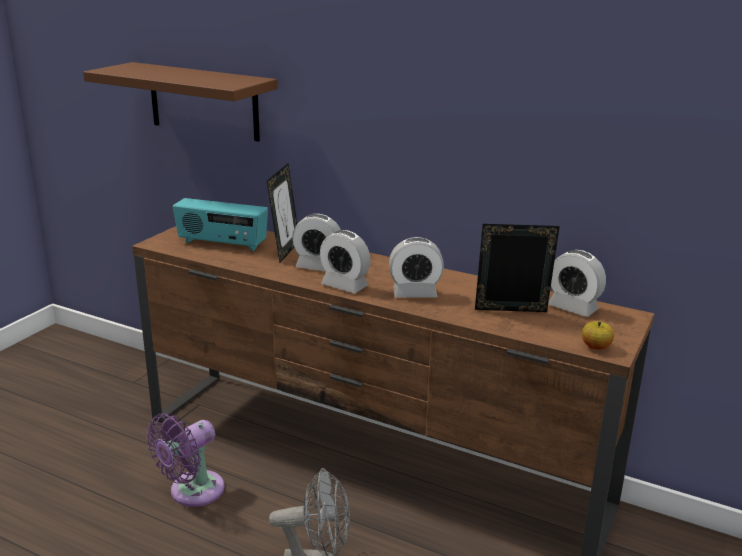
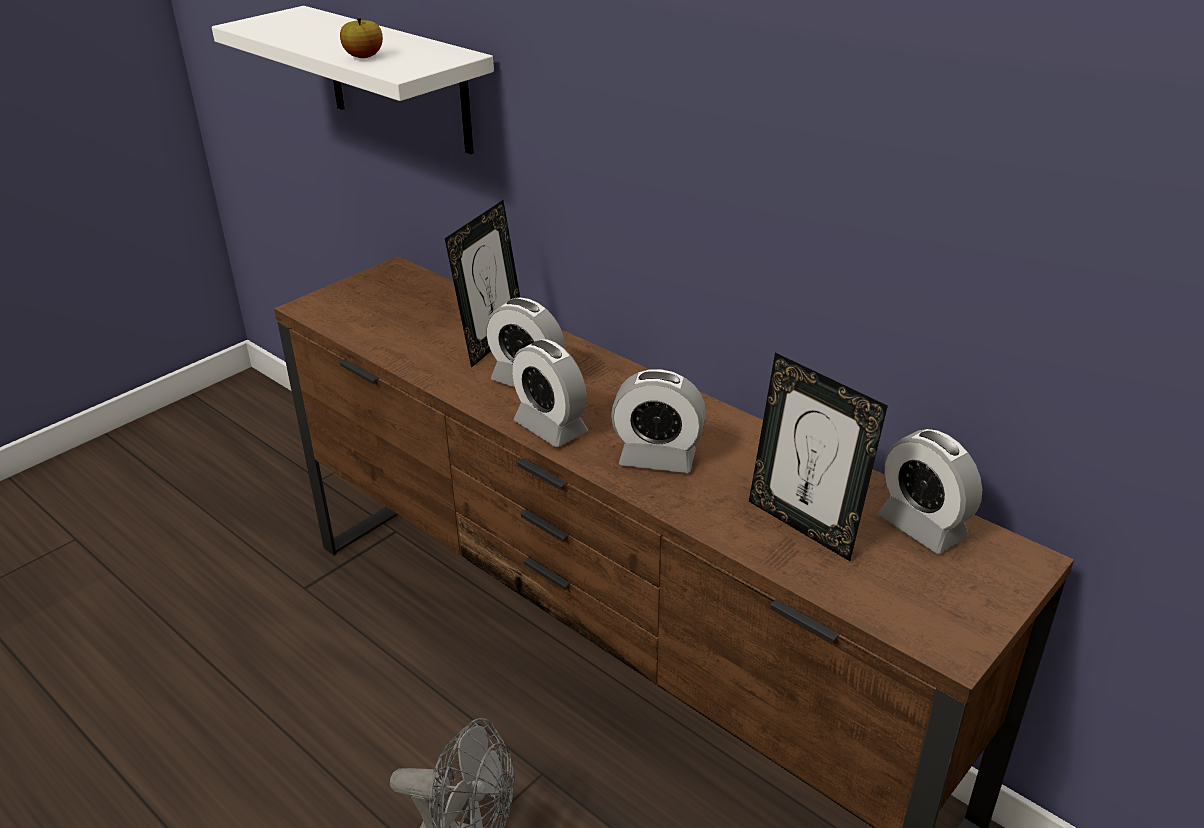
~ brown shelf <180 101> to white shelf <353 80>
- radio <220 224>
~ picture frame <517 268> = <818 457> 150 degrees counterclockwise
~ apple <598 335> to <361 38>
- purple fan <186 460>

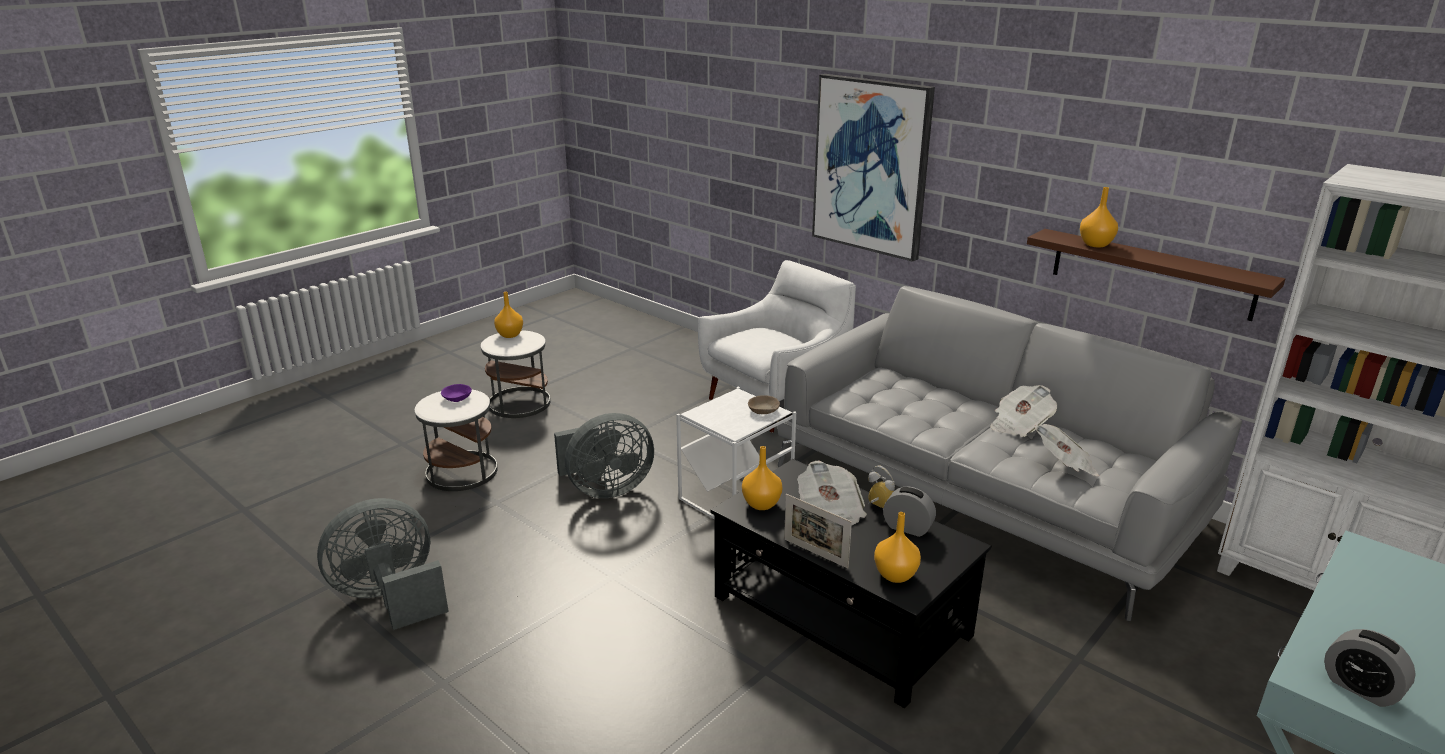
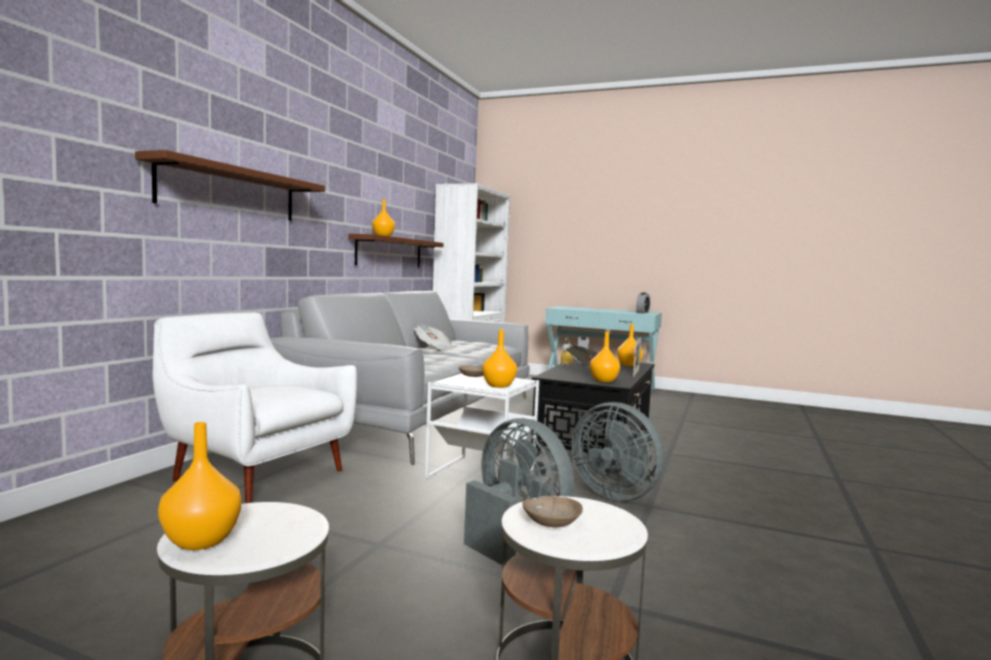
~ picture <873 168> to brown shelf <230 185>
~ purple bowl <456 393> to beige bowl <552 511>
- newspaper <1067 450>
~ grey fan <383 564> to <618 451>
+ orange vase <499 358>

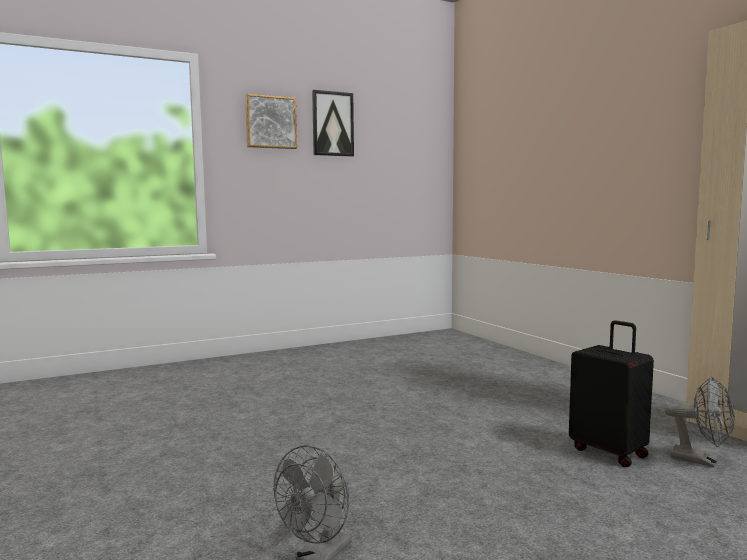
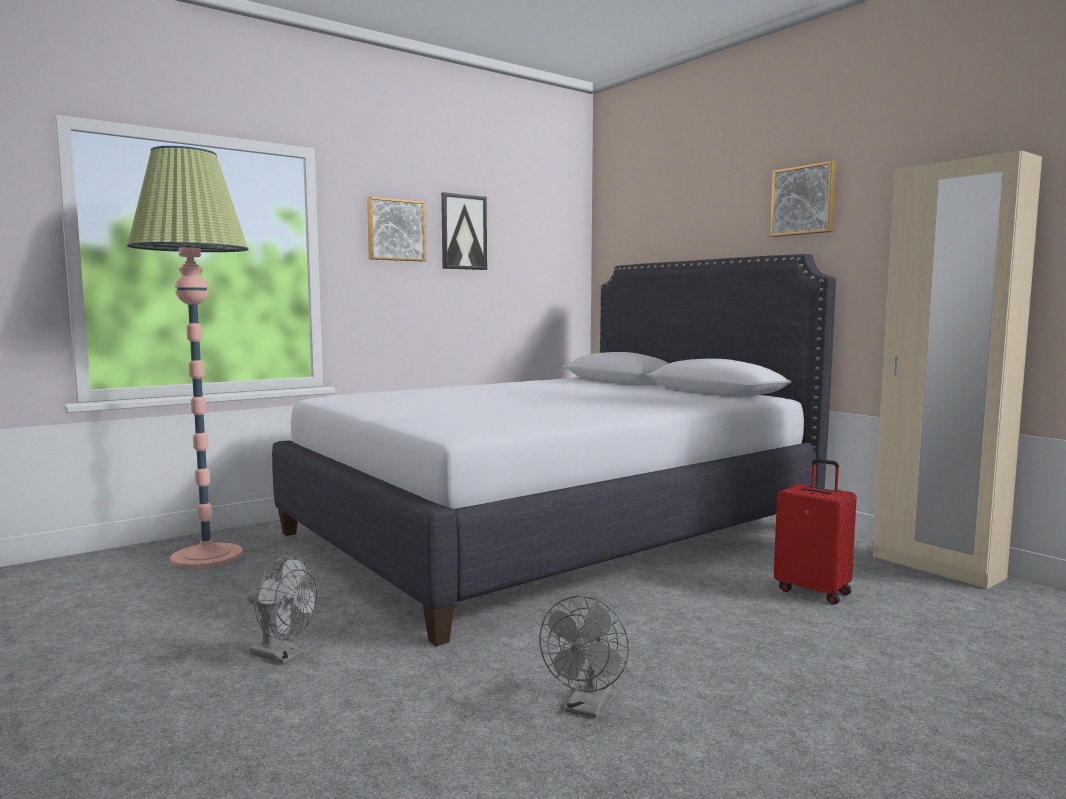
~ black suitcase <611 393> to red suitcase <815 532>
~ grey fan <699 422> to <282 610>
+ floor lamp <187 357>
+ picture <803 199>
+ white bed <554 450>

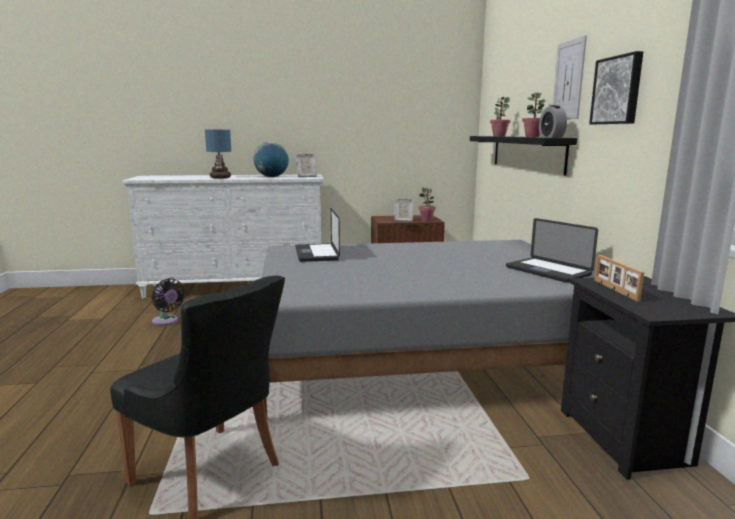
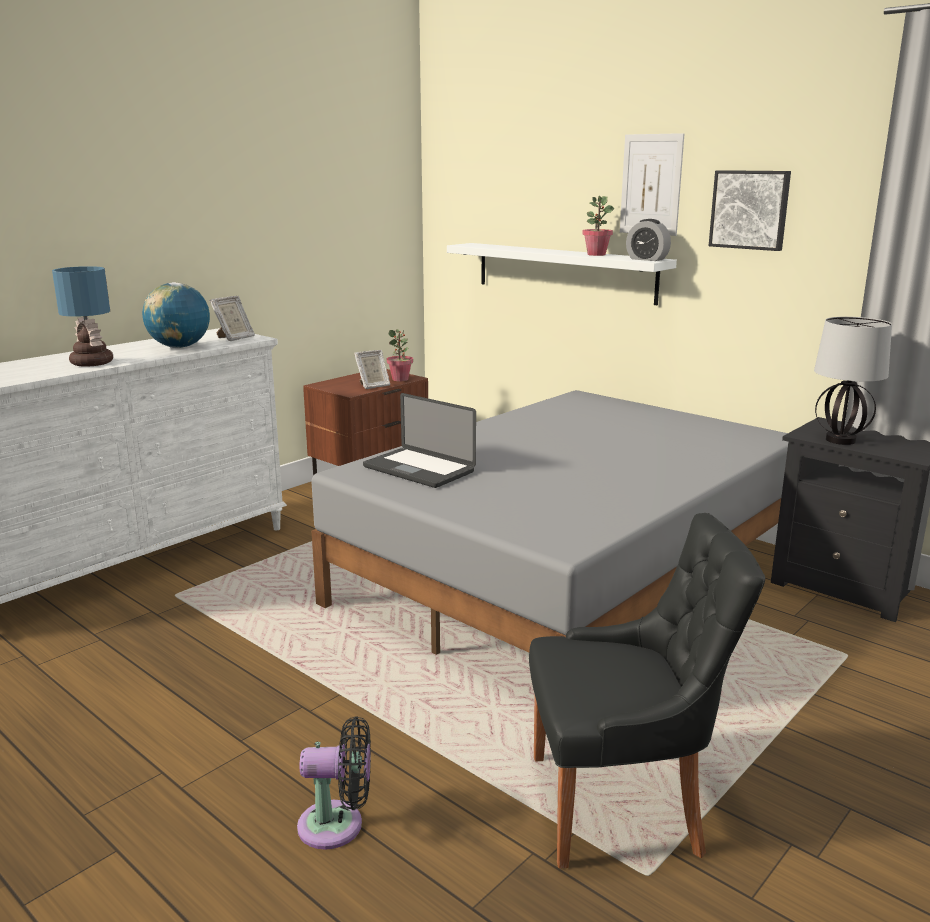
- potted plant <500 116>
~ black shelf <523 156> to white shelf <562 274>
- laptop <552 250>
~ picture frame <619 278> to table lamp <853 381>
~ black fan <168 301> to <334 783>

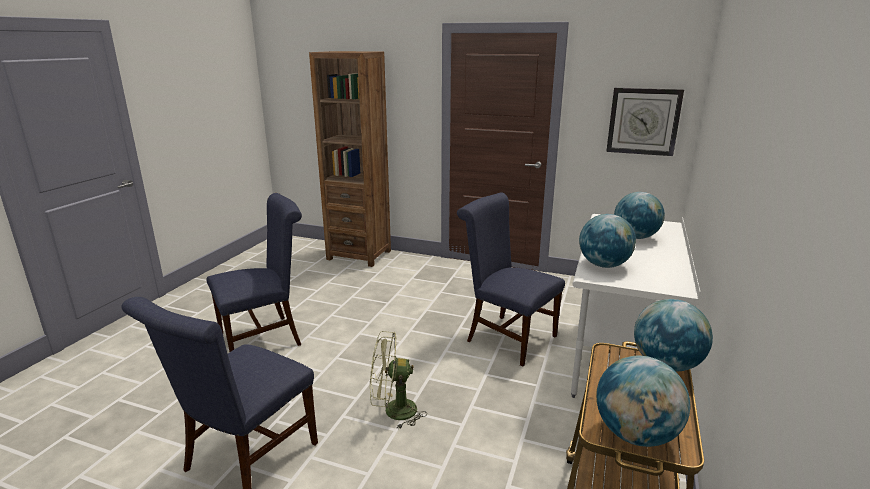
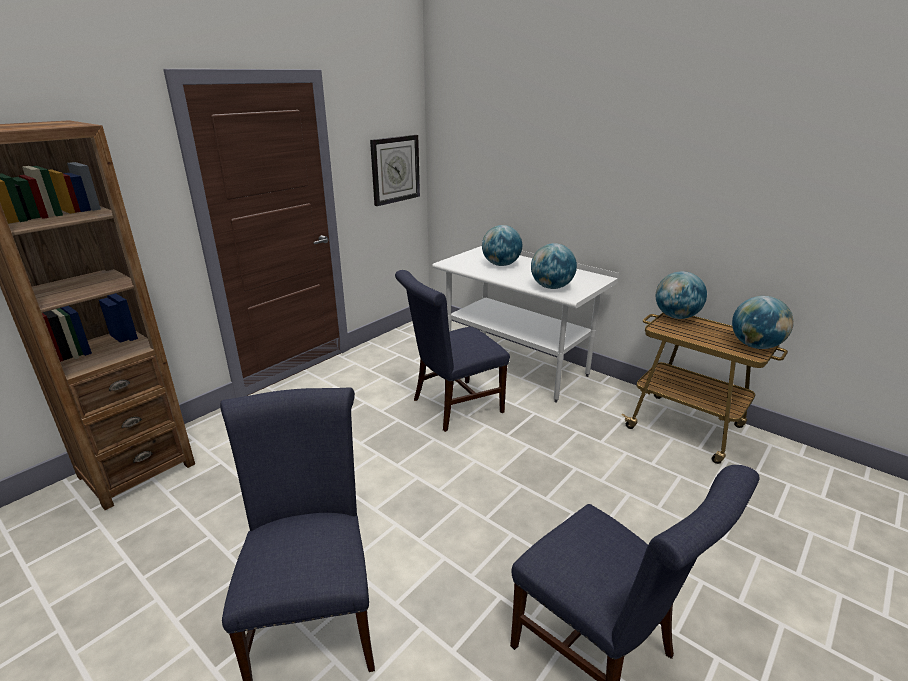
- green fan <398 380>

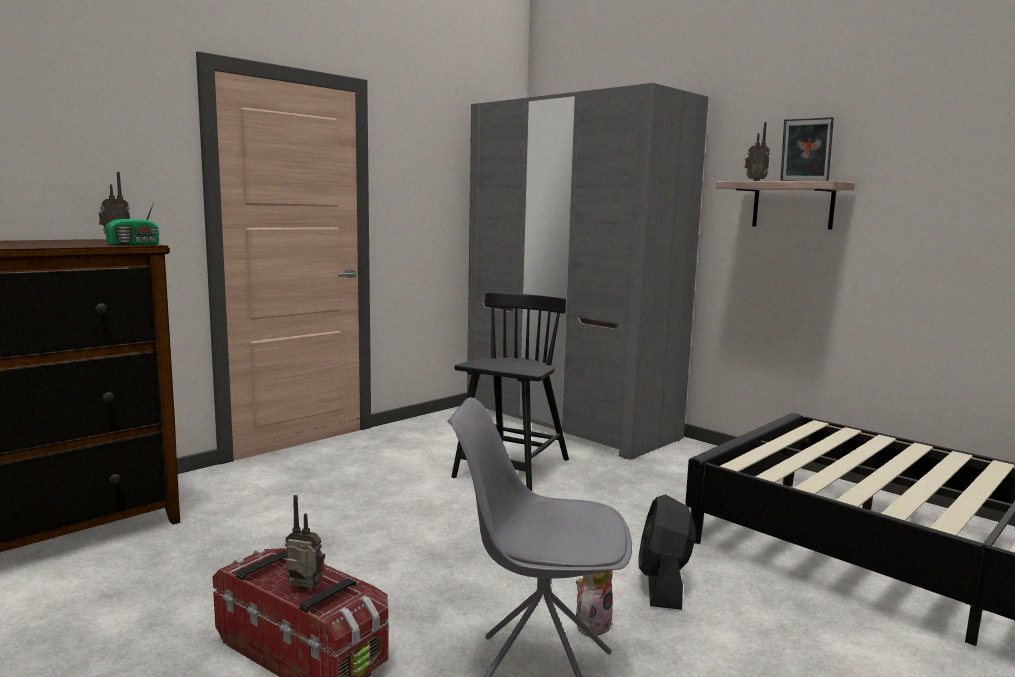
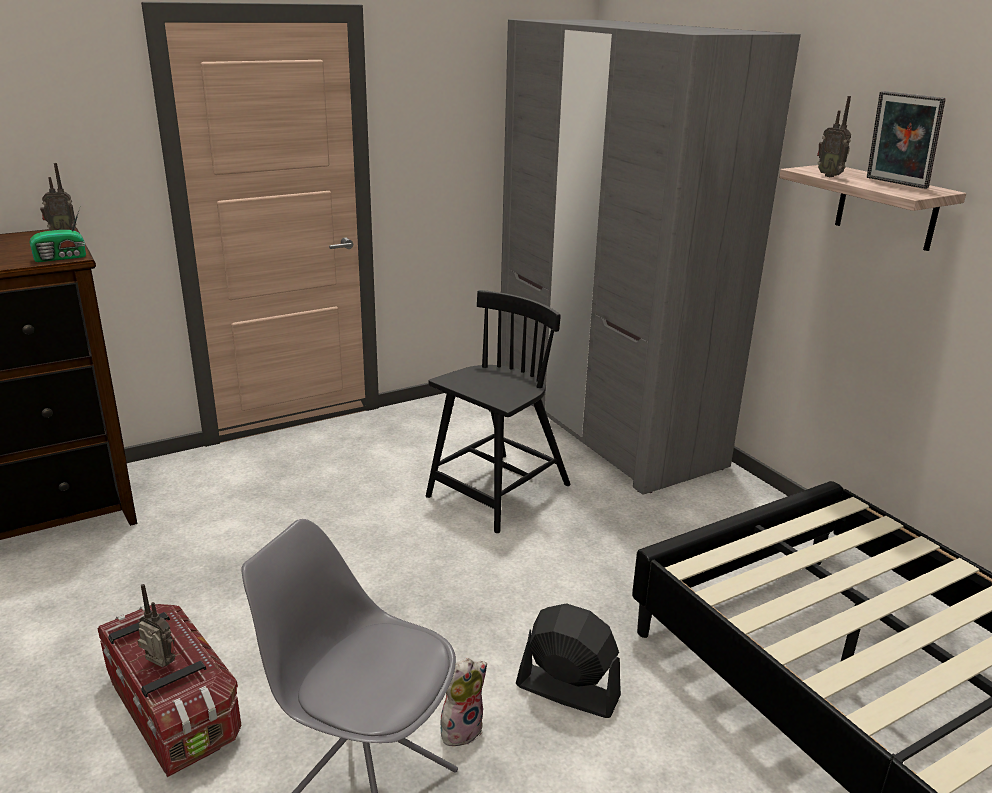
~ black fan <667 552> = <568 660> 90 degrees clockwise

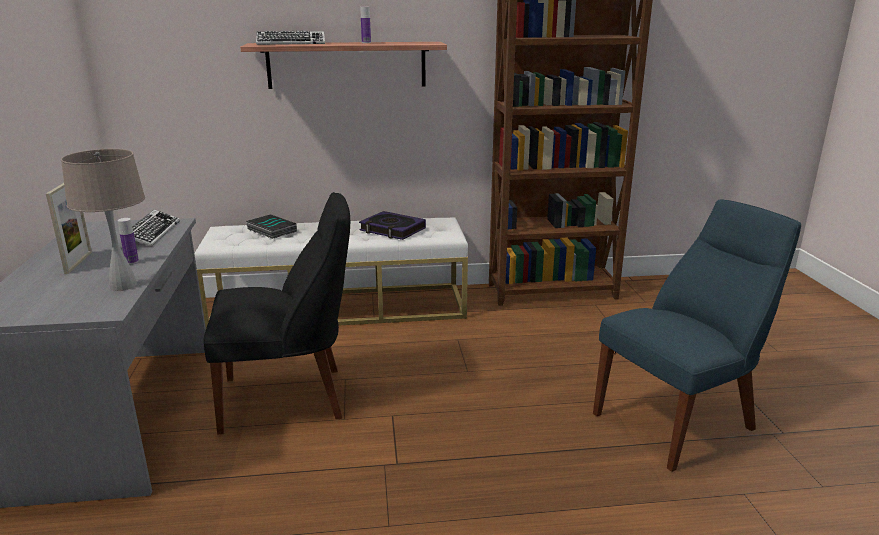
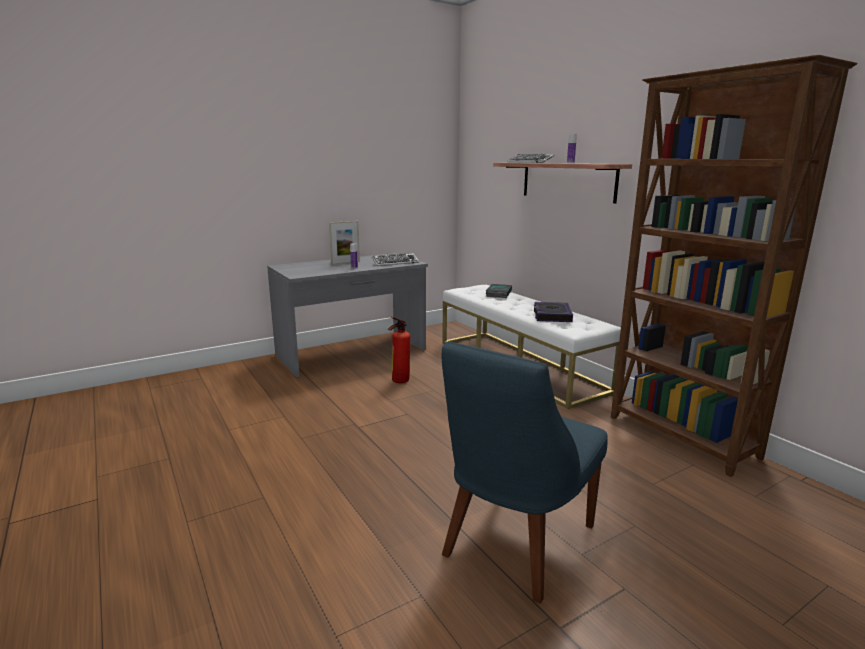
- beige table lamp <103 220>
~ black chair <276 313> to fire extinguisher <399 349>
~ blue chair <697 335> = <525 473> 90 degrees clockwise

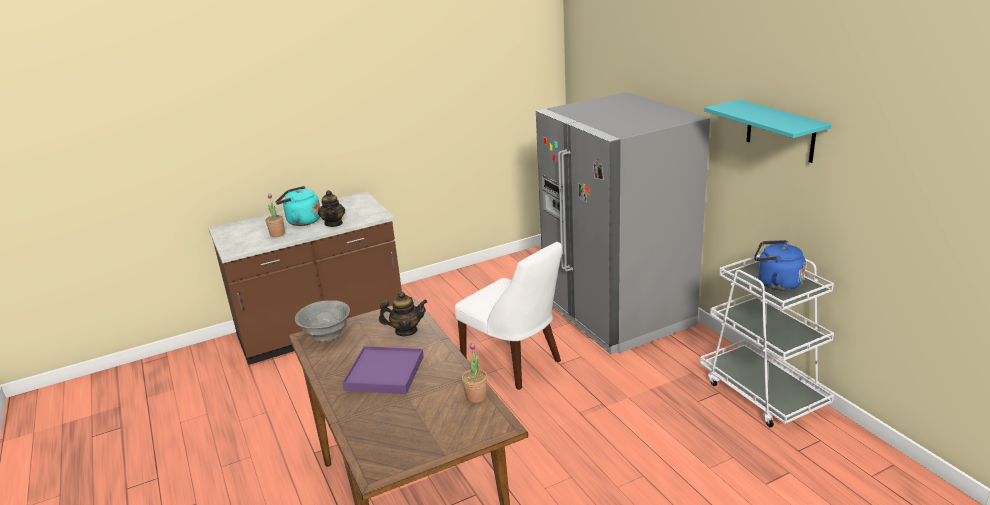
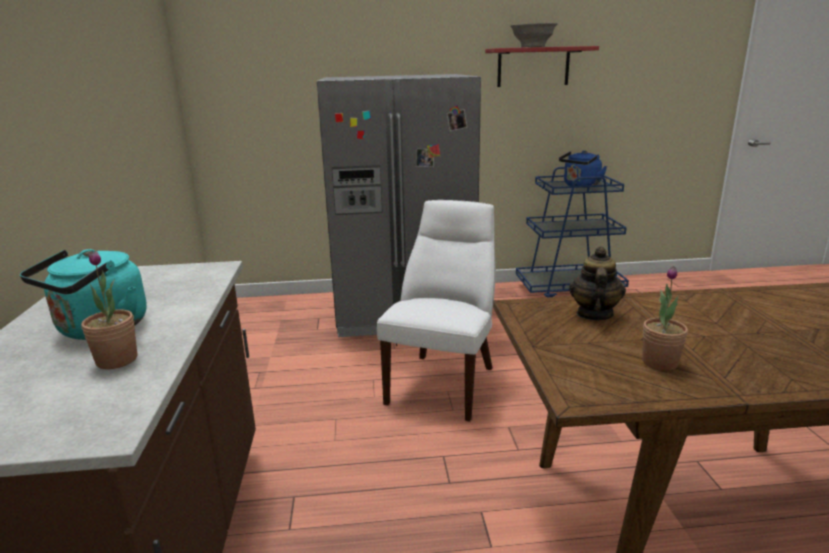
~ turquoise shelf <767 131> to red shelf <542 66>
- teapot <331 208>
~ white chair <508 316> = <436 310> 45 degrees counterclockwise
~ white cart <767 340> to blue cart <572 232>
~ grey bowl <322 321> to <534 35>
~ potted plant <474 372> to <665 318>
- purple tray <383 370>

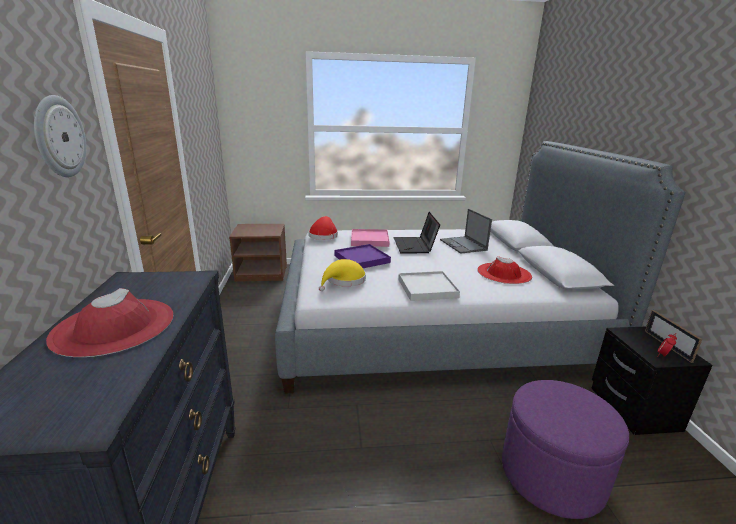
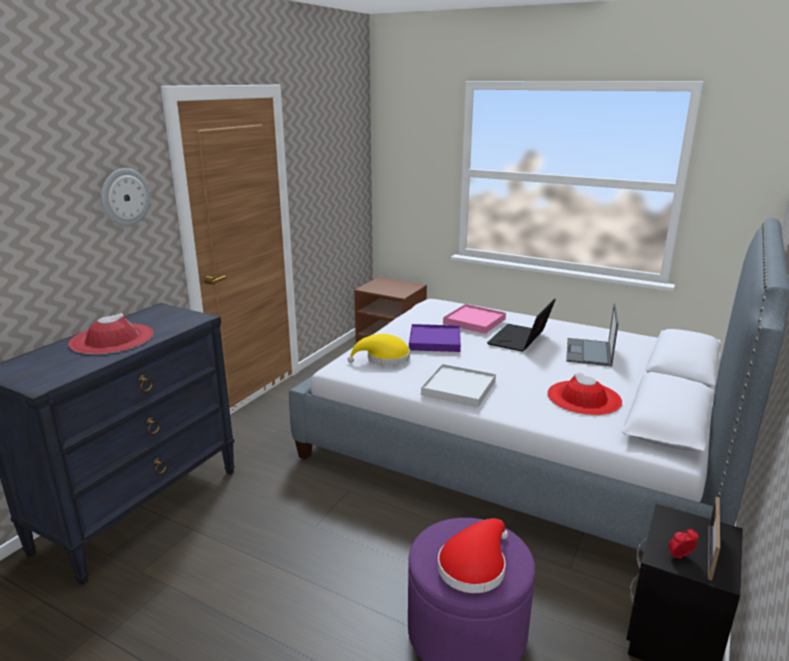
~ red hat <323 228> to <473 555>

